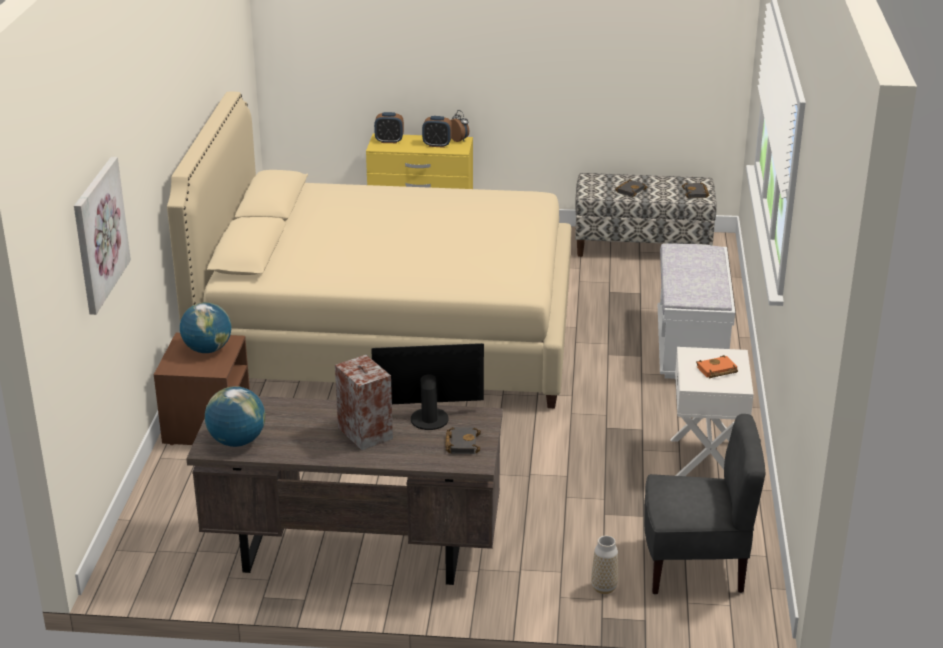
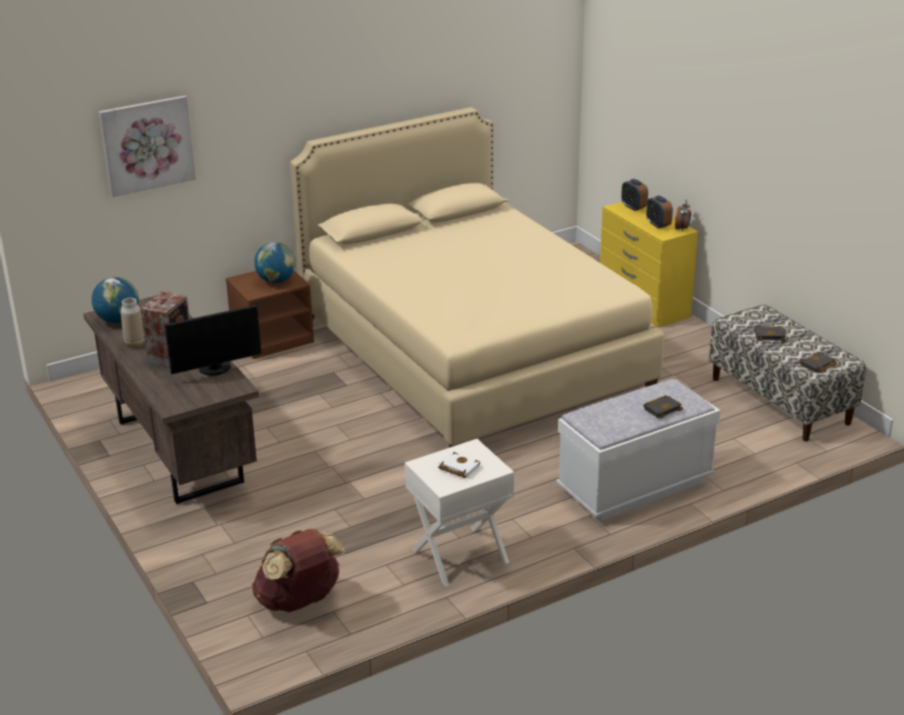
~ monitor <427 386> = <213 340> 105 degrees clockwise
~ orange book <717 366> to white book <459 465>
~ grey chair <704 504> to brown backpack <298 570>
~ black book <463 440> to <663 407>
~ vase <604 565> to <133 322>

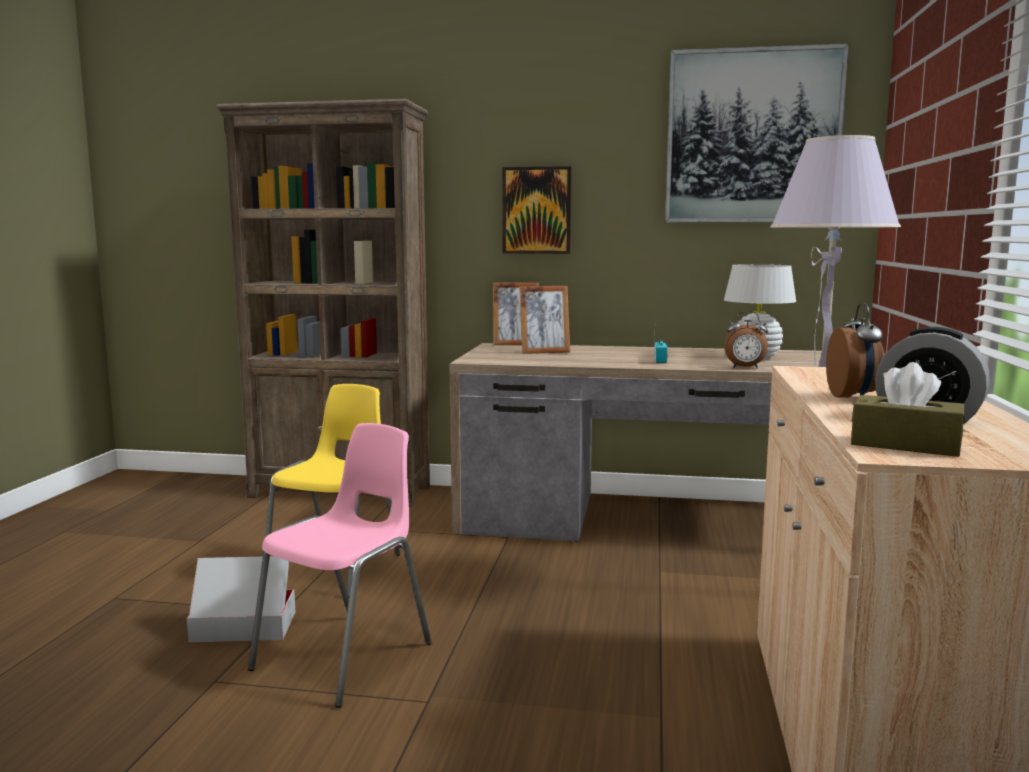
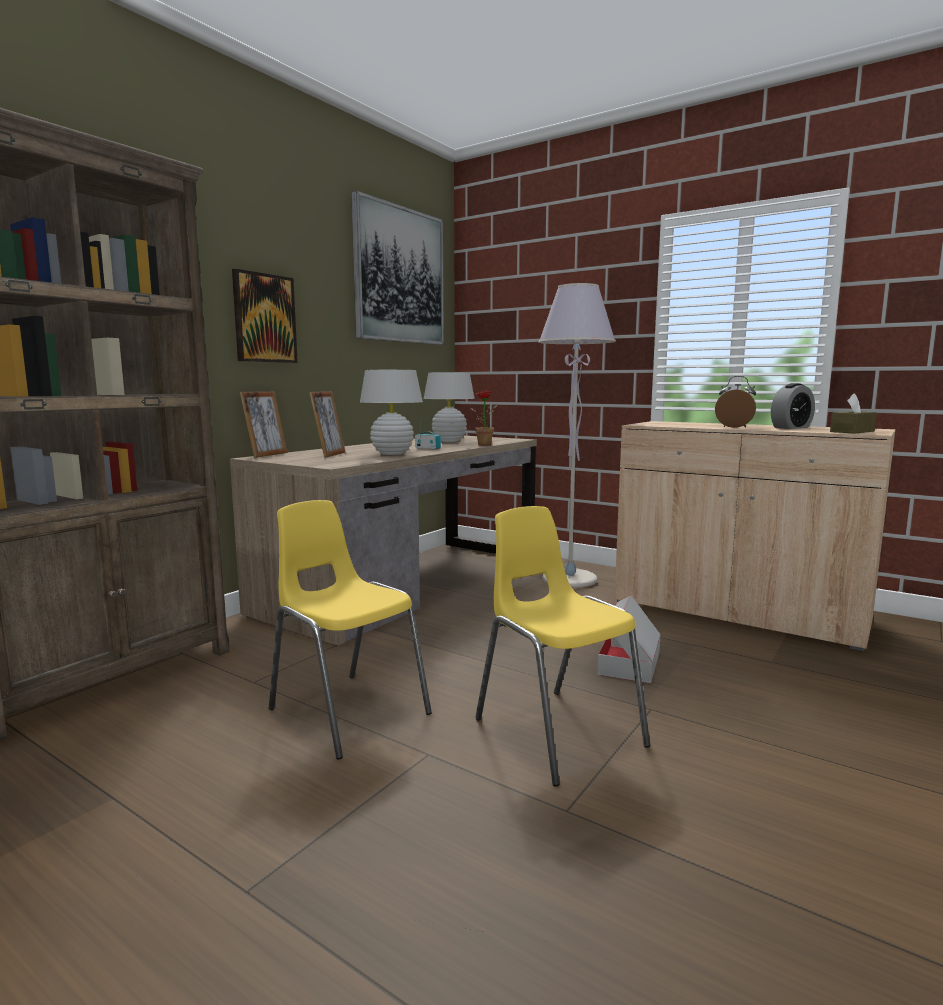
~ alarm clock <746 339> to potted plant <483 418>
~ pink chair <340 565> to yellow chair <562 646>
~ cardboard box <241 599> to <629 639>
+ white table lamp <391 412>

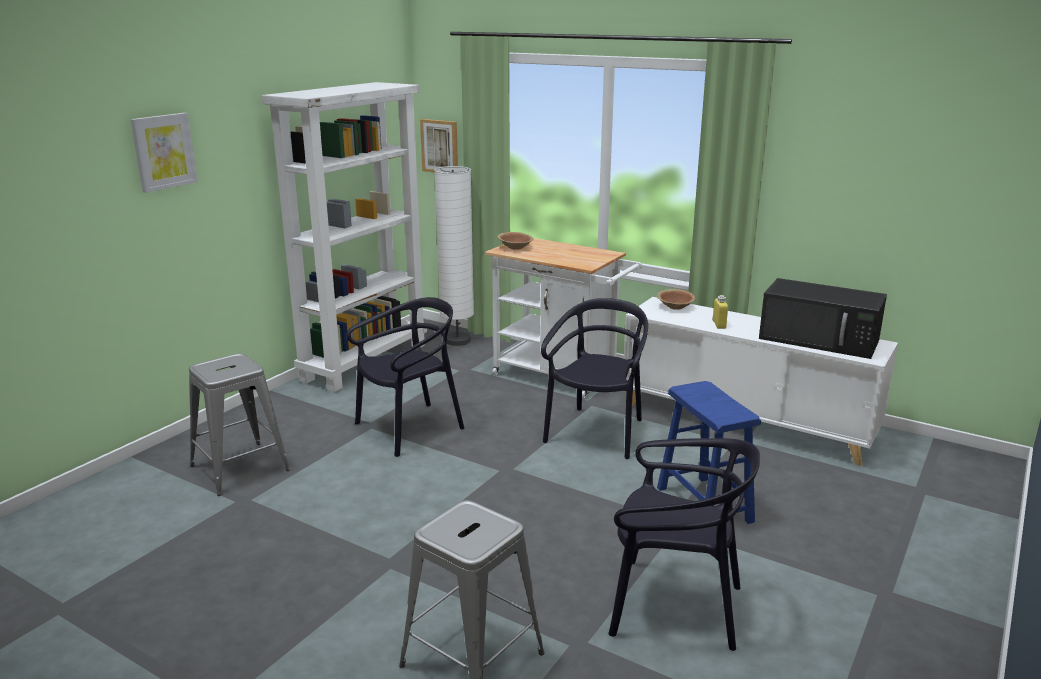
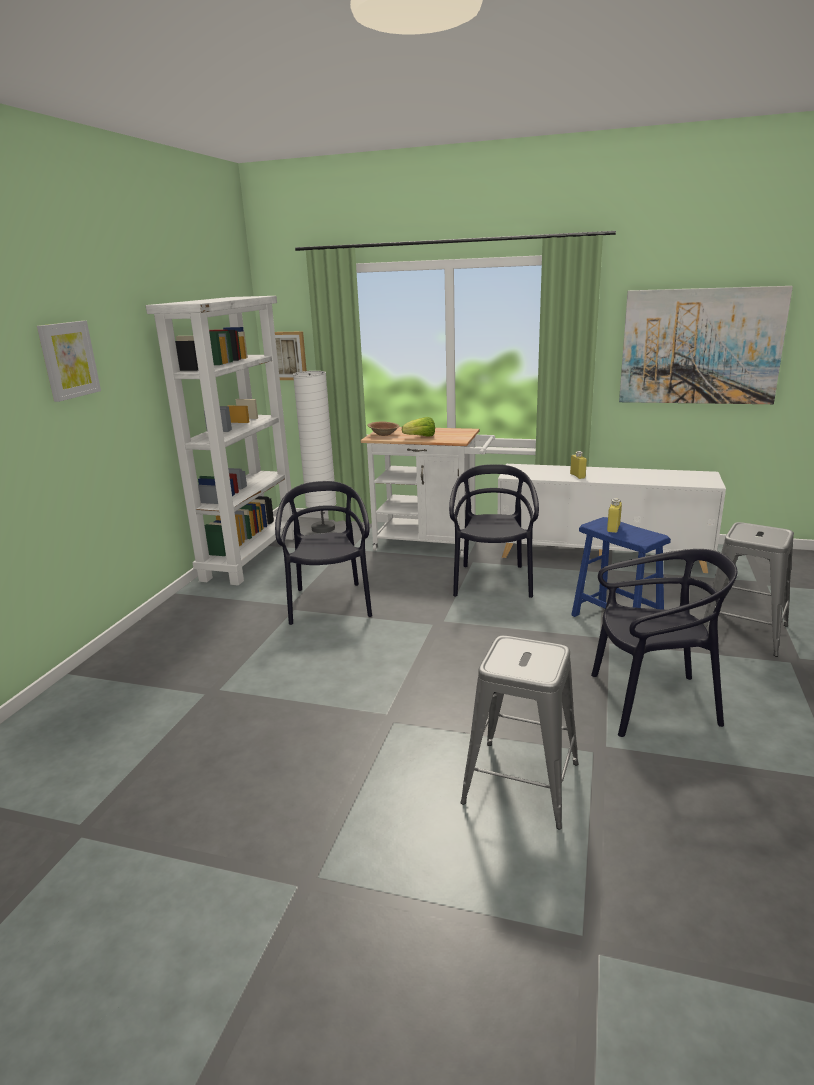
- black microwave <823 318>
- brown bowl <676 299>
~ black chair <405 377> = <323 553> 45 degrees counterclockwise
~ grey stool <239 424> to <748 589>
+ picture <706 345>
+ lettuce <418 427>
+ yellow bottle <614 515>

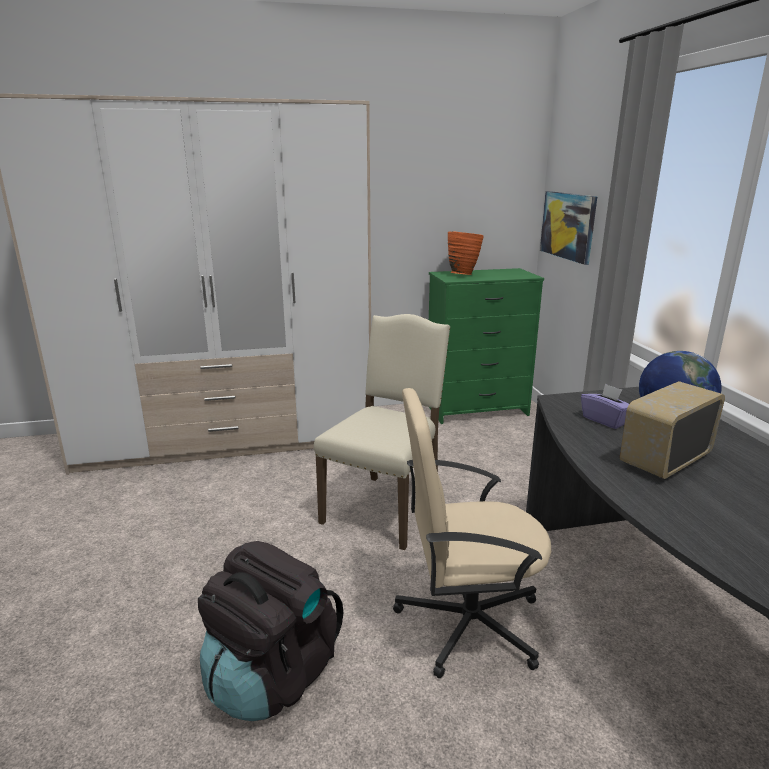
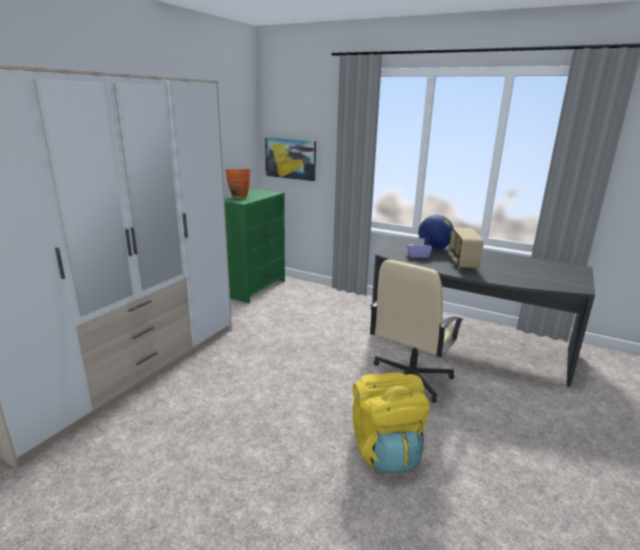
- beige chair <382 432>
~ black backpack <270 631> to yellow backpack <391 422>

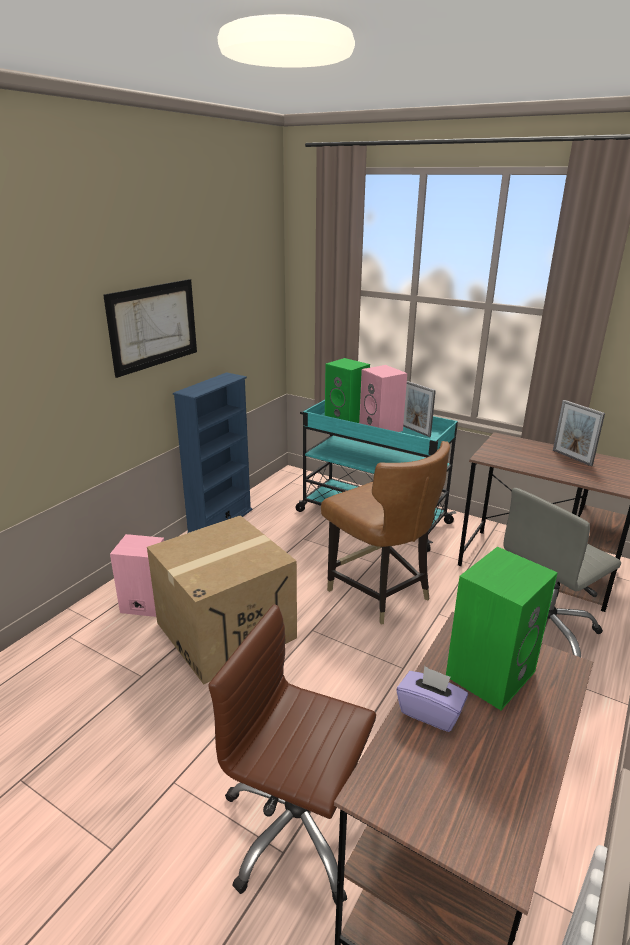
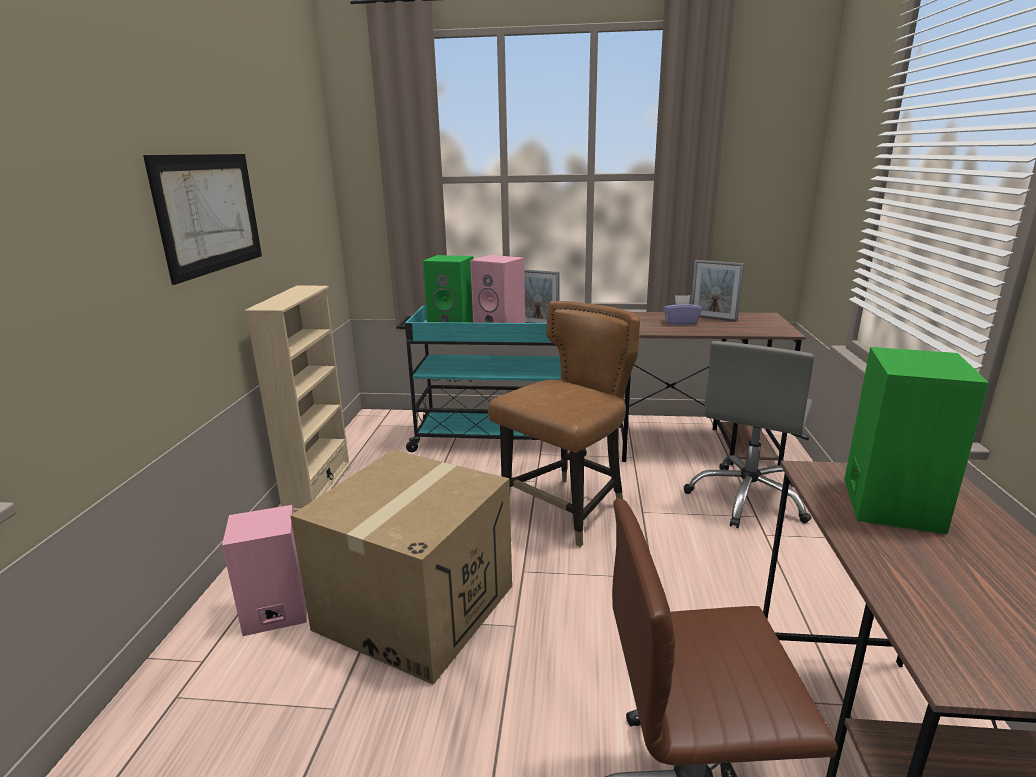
~ blue bookcase <213 452> to beige bookcase <298 399>
~ brown chair <385 533> = <564 424> 75 degrees counterclockwise
~ purple tissue box <432 699> to <682 310>

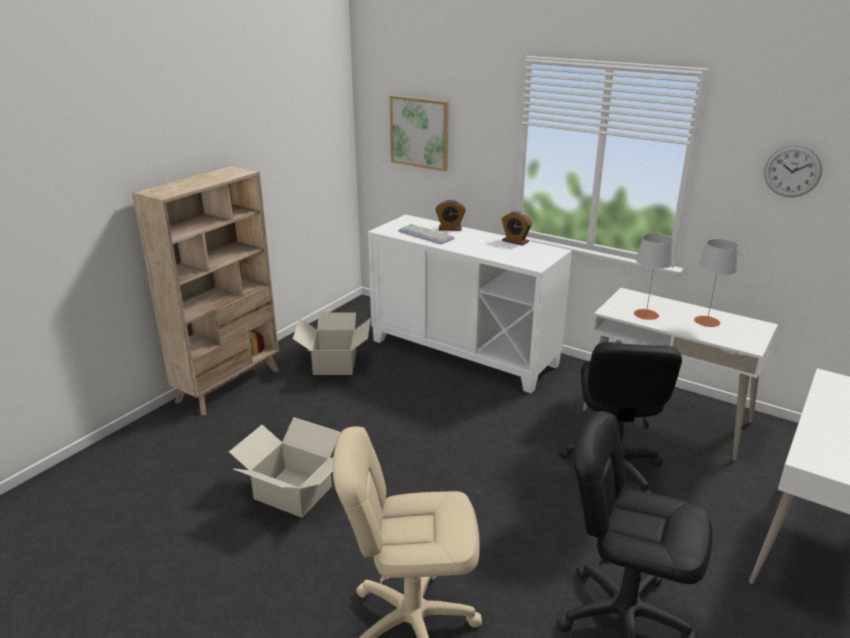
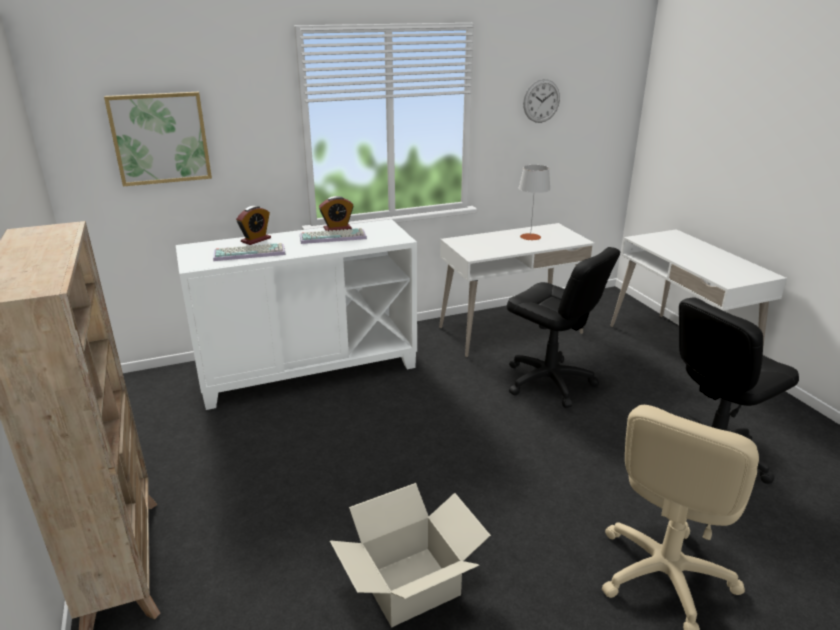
- grey table lamp <654 276>
- cardboard box <332 343>
+ keyboard <333 236>

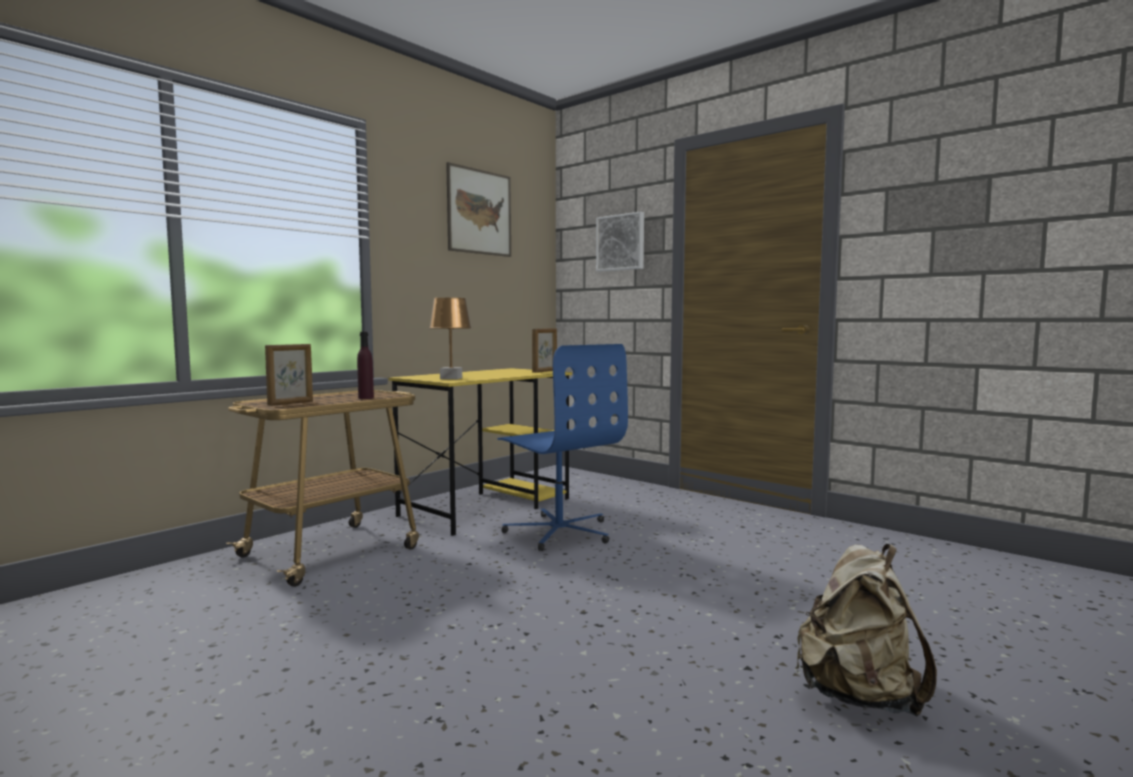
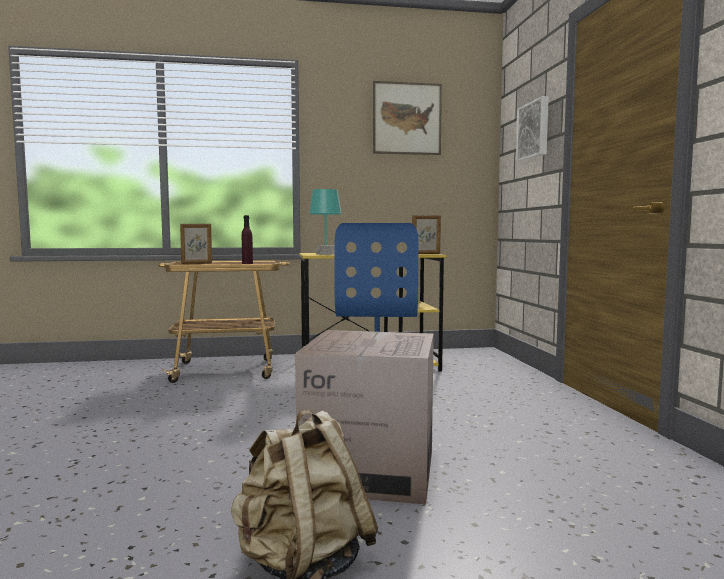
~ brown table lamp <450 338> to turquoise table lamp <325 222>
+ cardboard box <364 417>

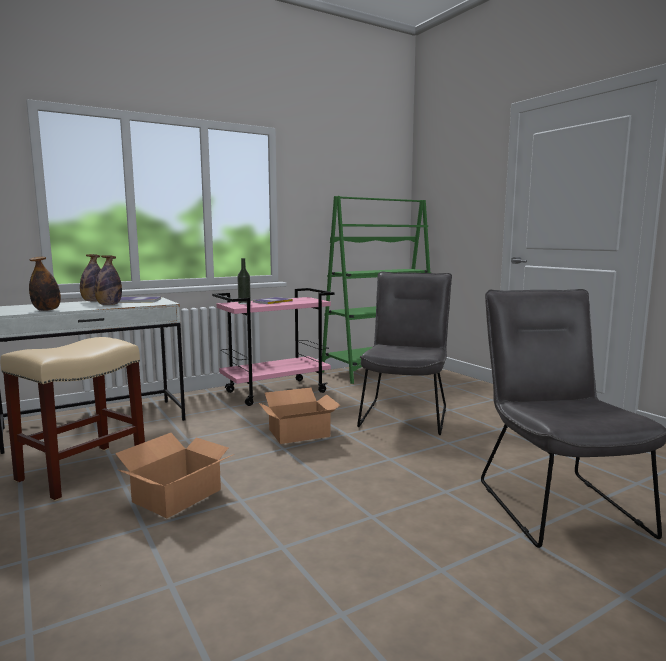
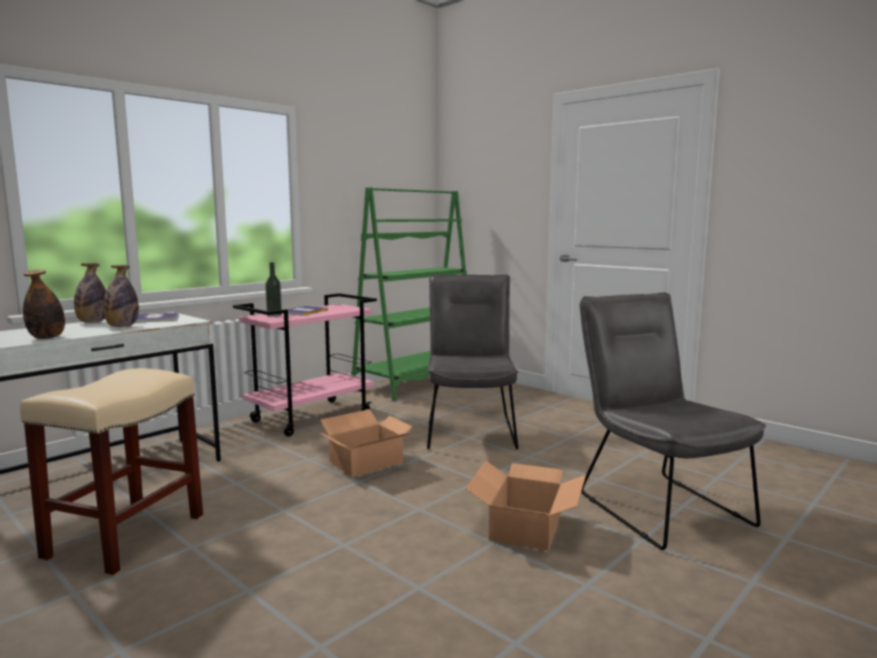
~ cardboard box <175 475> to <525 505>

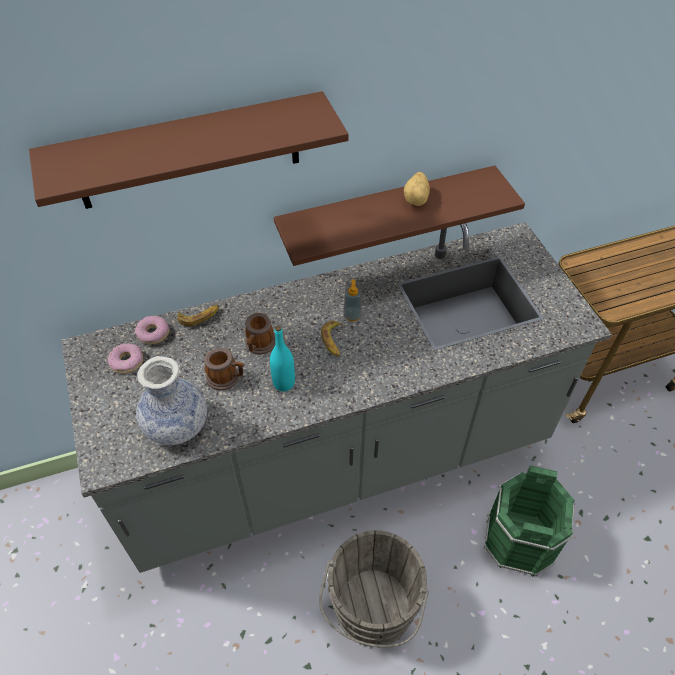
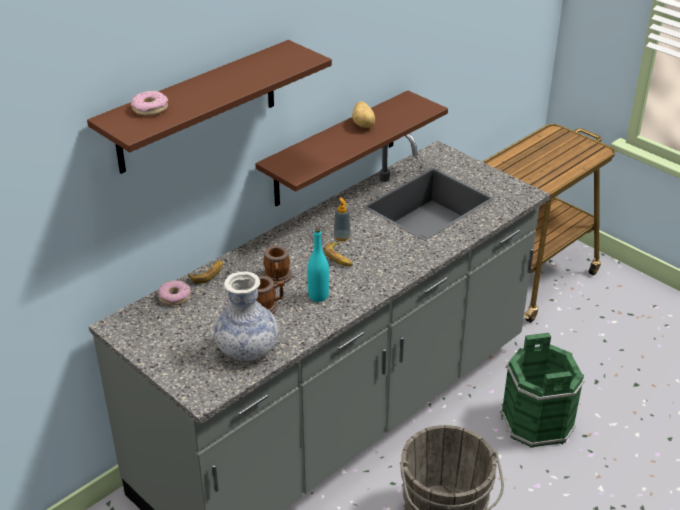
~ donut <125 358> to <149 103>

